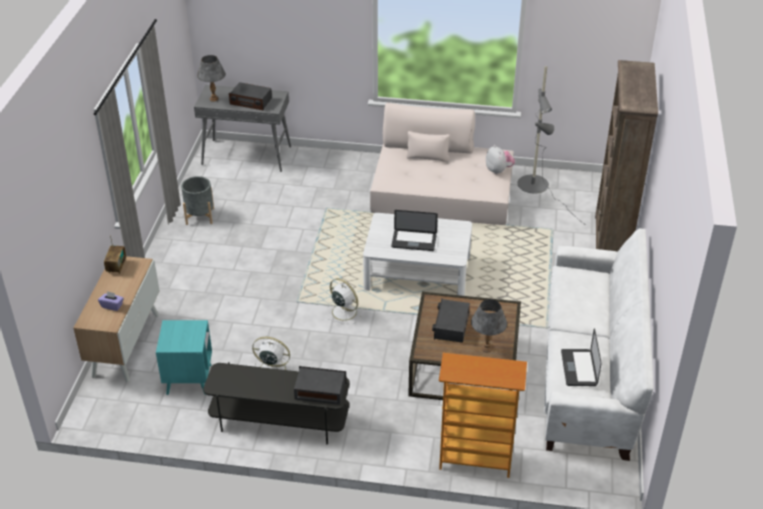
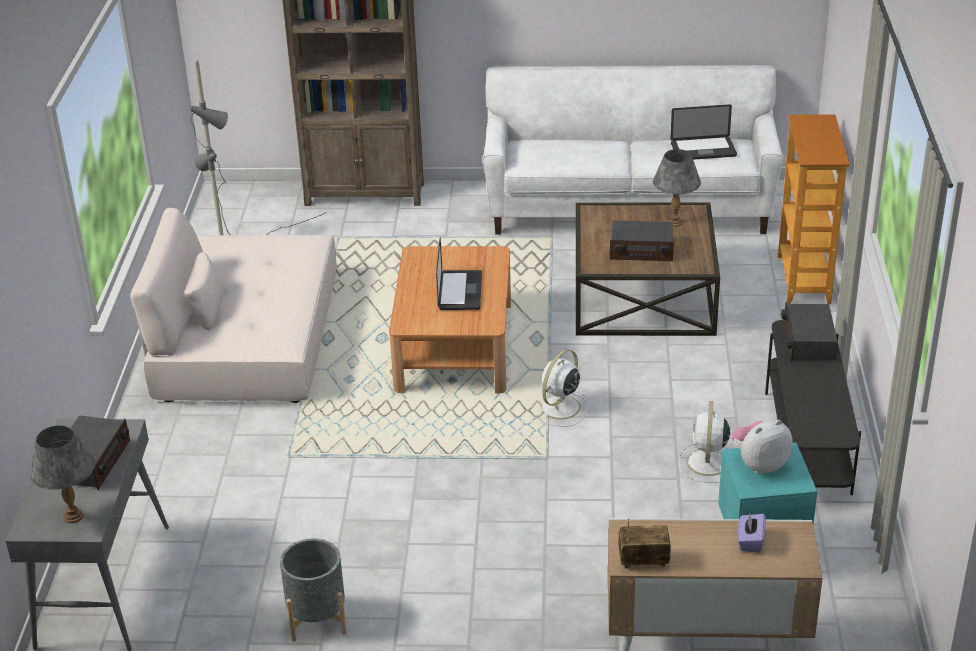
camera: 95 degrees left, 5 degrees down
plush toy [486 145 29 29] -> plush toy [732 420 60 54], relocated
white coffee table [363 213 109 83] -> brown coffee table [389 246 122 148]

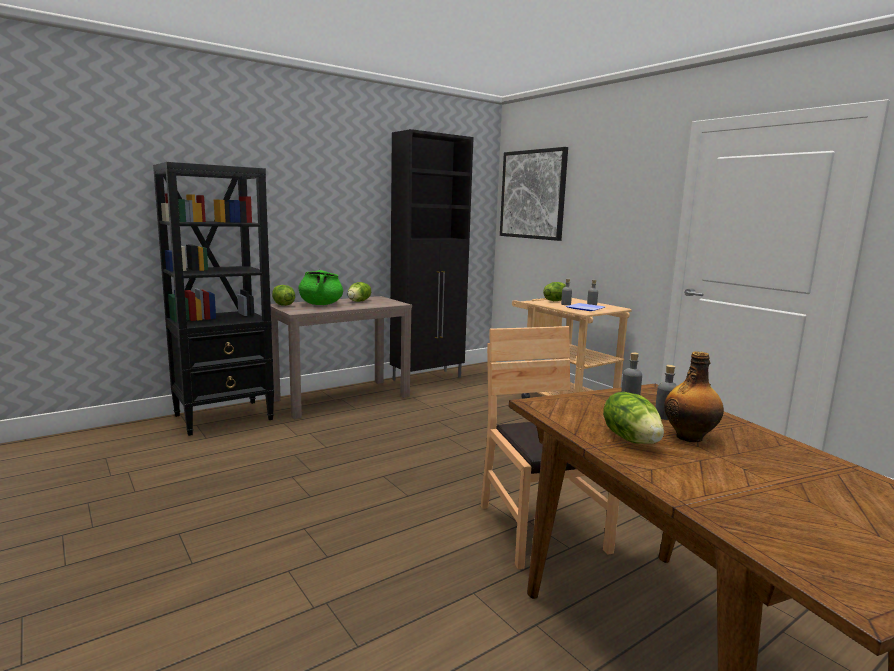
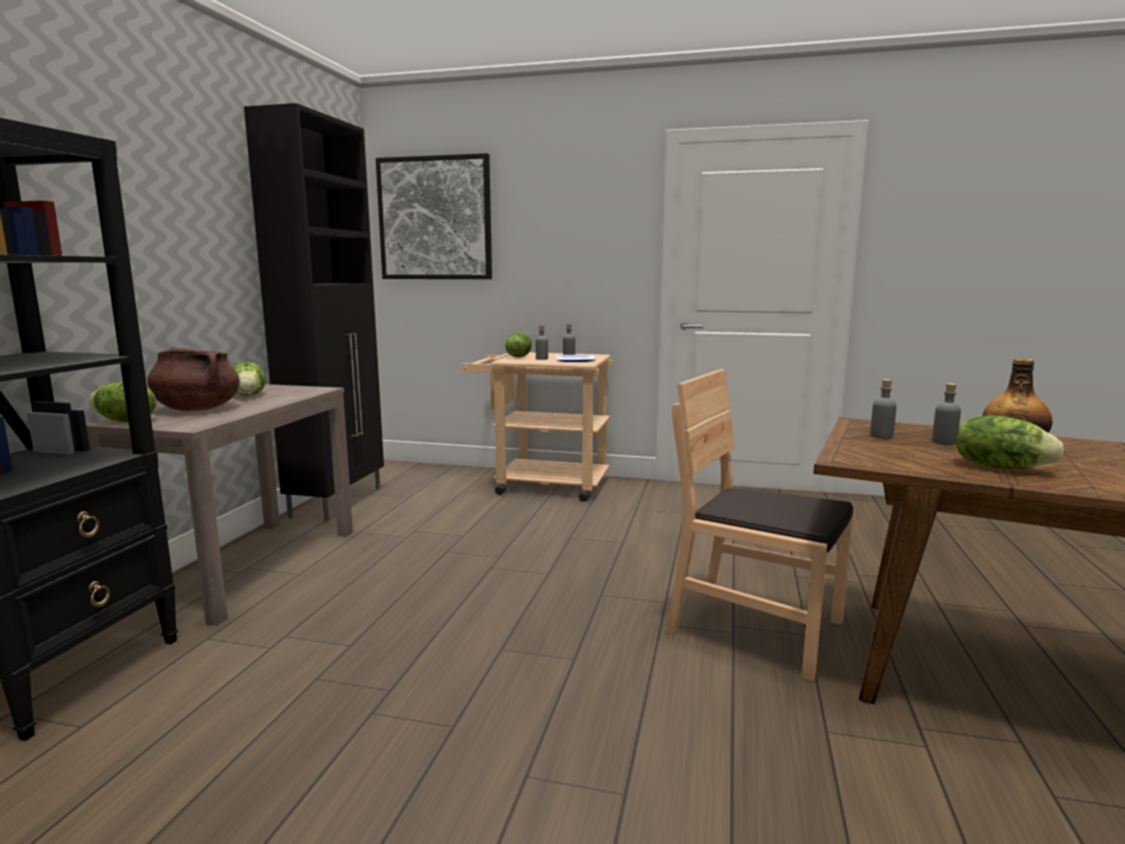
camera: 40 degrees left, 0 degrees up
green cooking pot [298 270 45 35] -> brown cooking pot [147 347 92 64]

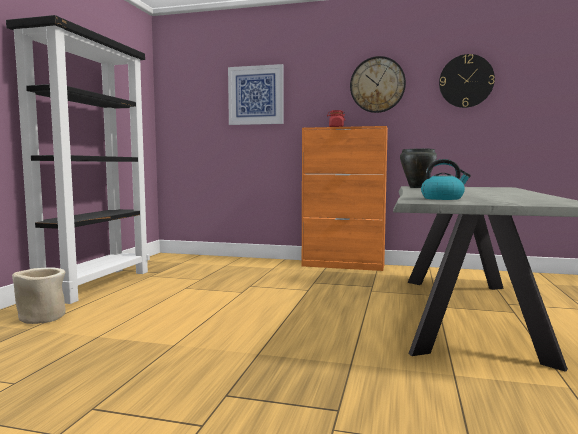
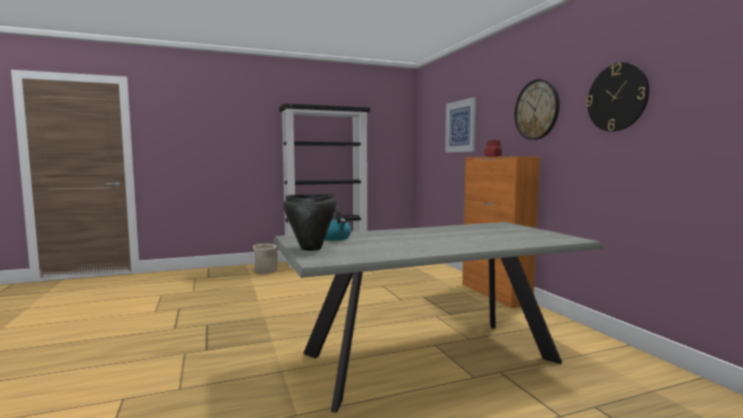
camera: 55 degrees right, 0 degrees up
black cooking pot [400 148 37 40] -> black cooking pot [283 193 54 58], relocated

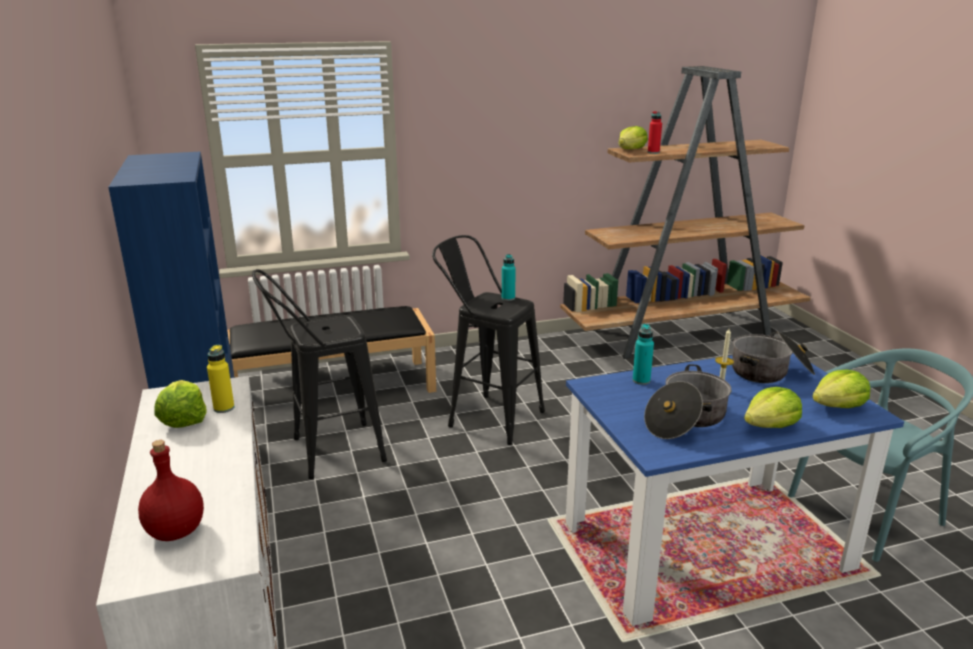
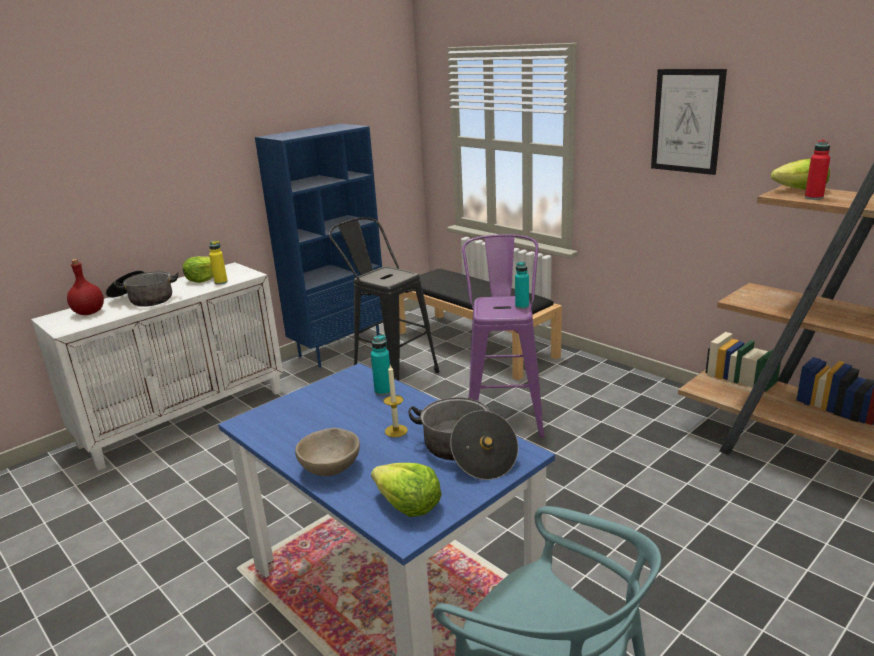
camera: 65 degrees right, 0 degrees up
black stool [432 235 113 210] -> purple stool [462 234 83 204]
cooking pot [644 364 87 75] -> cooking pot [106 270 73 37], relocated
lettuce [744 387 58 41] -> beige bowl [295 428 65 48]
none -> picture [651 69 76 106]

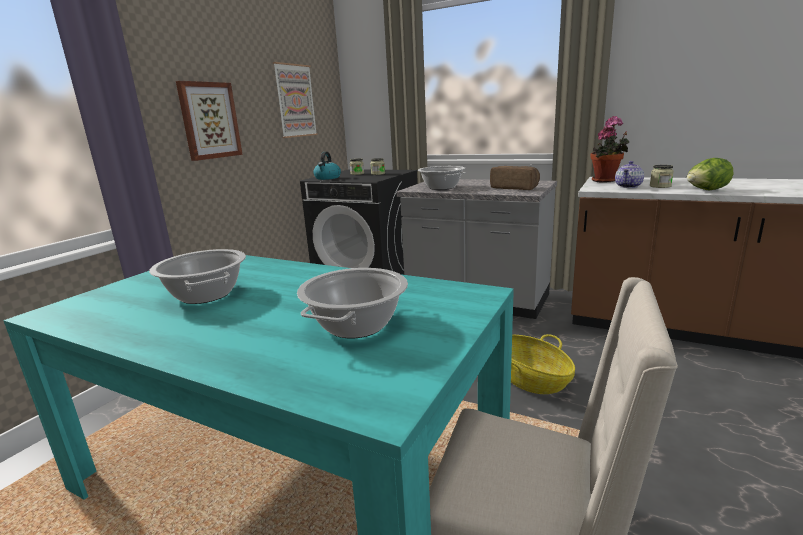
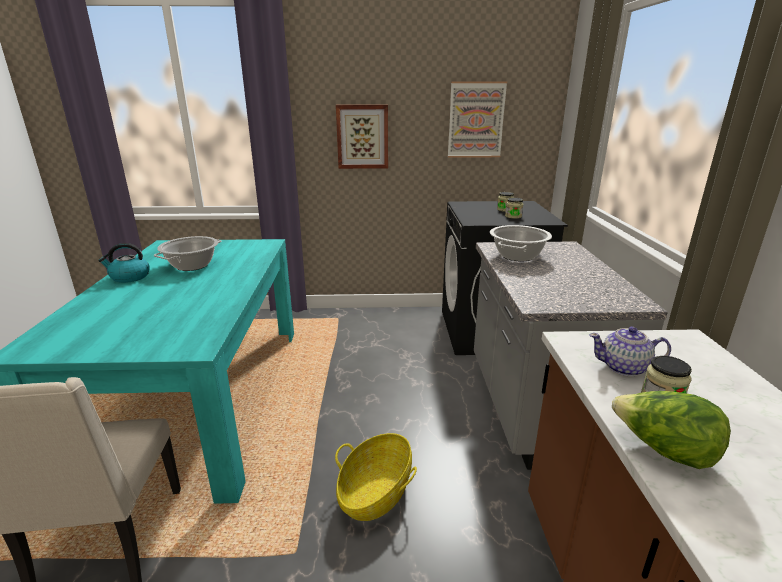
camera: 60 degrees right, 5 degrees up
potted plant [591 116 38 66] -> none
kettle [313 152 28 28] -> kettle [98 243 51 40], relocated
bread [490 166 50 24] -> none
cooking pot [297 268 111 70] -> none

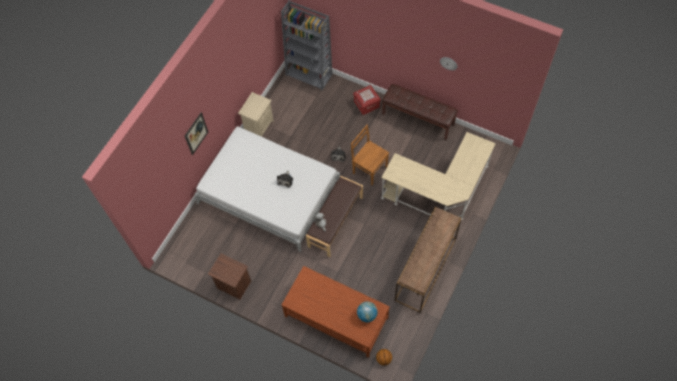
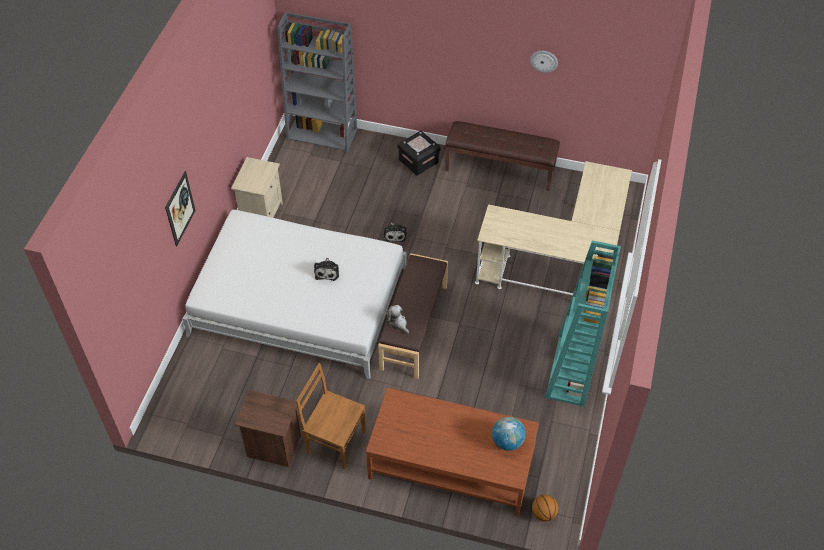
camera: 15 degrees left, 10 degrees down
red storage box [353 85 28 30] -> black storage box [398 131 43 45]
brown chair [351 125 38 60] -> brown chair [296 363 69 106], relocated
brown console table [395 207 67 106] -> turquoise bookcase [544 240 77 167]

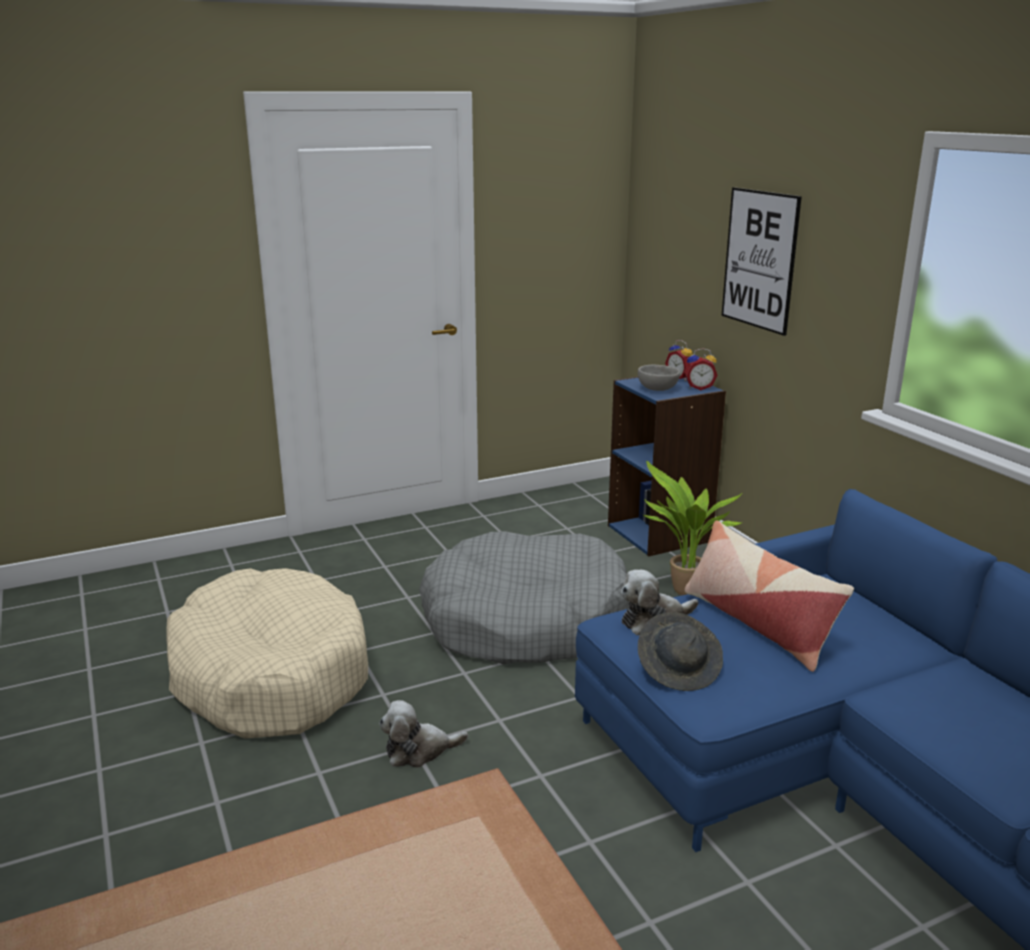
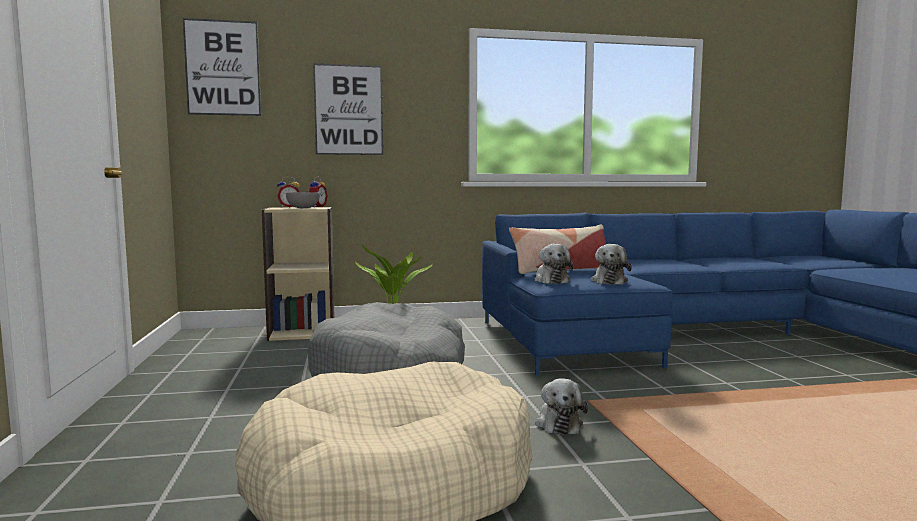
camera: 75 degrees left, 15 degrees down
blue bookcase [608 377 118 179] -> beige bookcase [262 207 73 134]
grey hat [638 612 85 79] -> plush toy [591 244 41 41]
none -> picture [183 18 78 98]

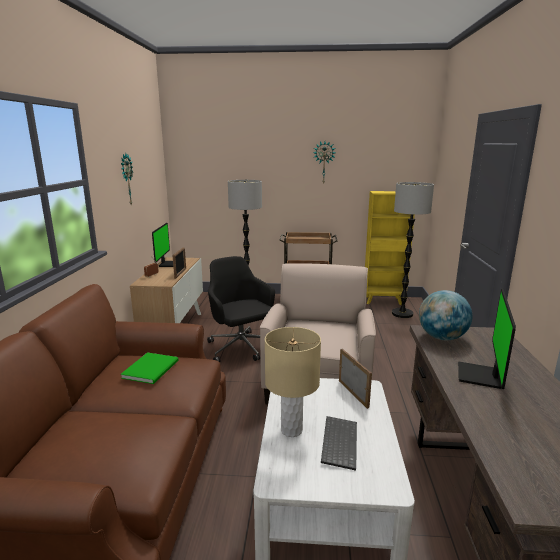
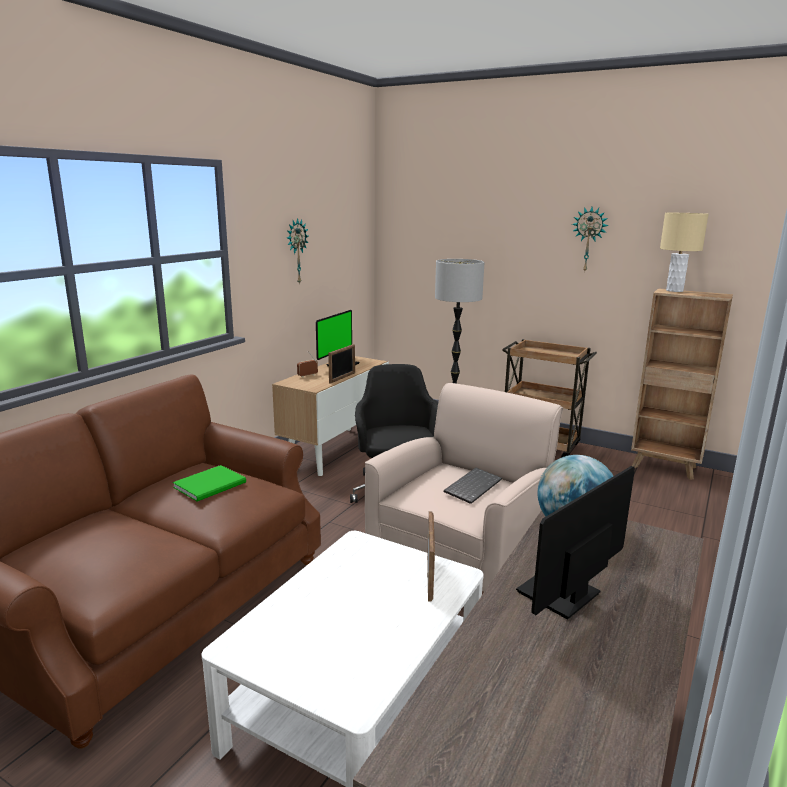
camera: 25 degrees right, 0 degrees up
floor lamp [392 182 42 136] -> none
yellow bookcase [365 191 50 114] -> brown bookcase [631 288 102 192]
beige table lamp [265 327 56 110] -> beige table lamp [660 213 49 79], relocated
keyboard [321 416 36 55] -> keyboard [444 468 58 36], relocated

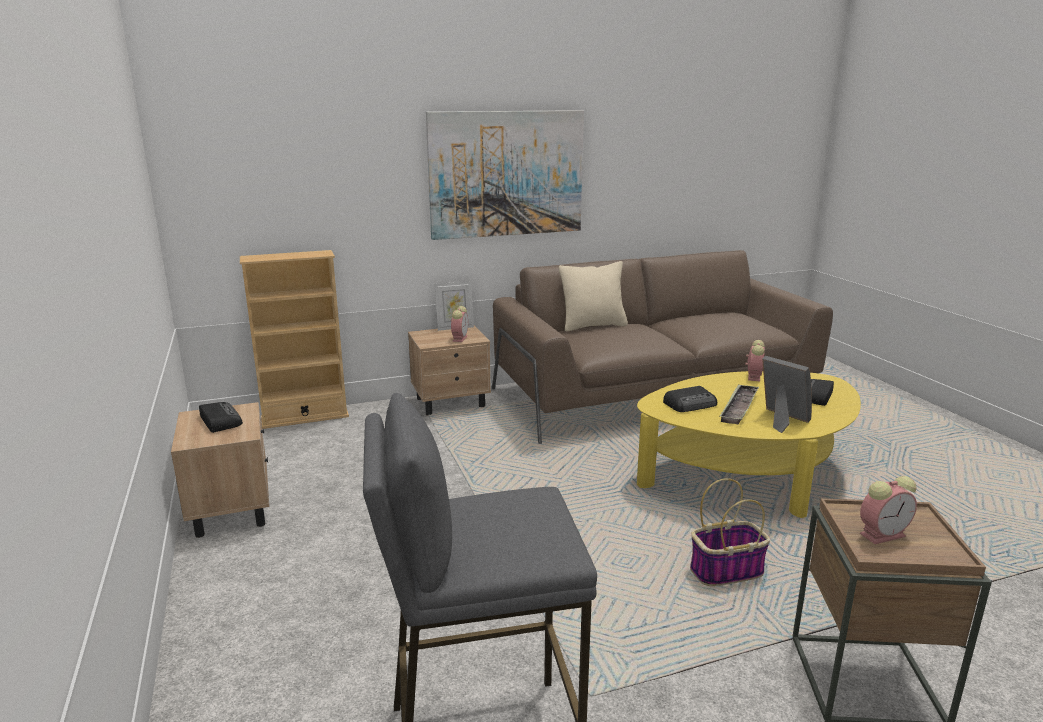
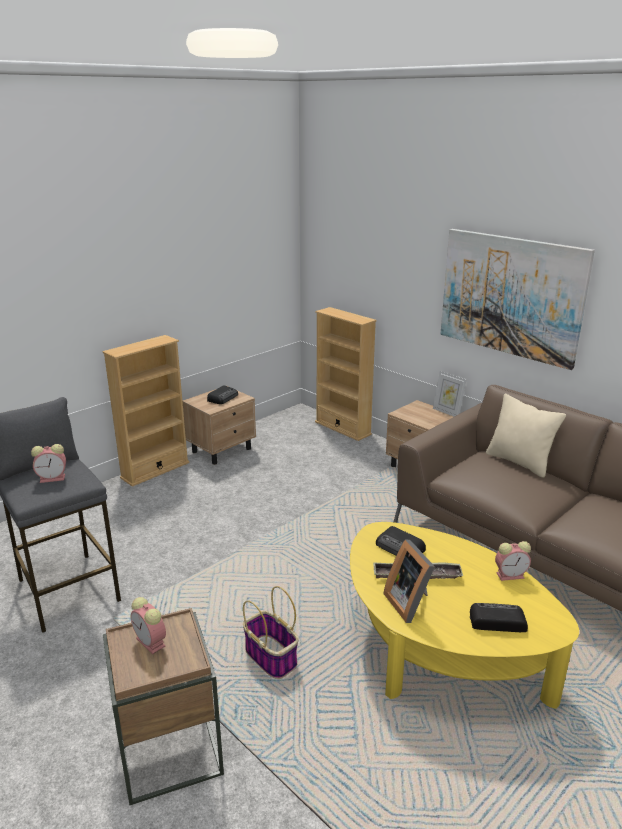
camera: 65 degrees right, 5 degrees up
alarm clock [451 306 17 36] -> alarm clock [31 444 35 39], relocated
picture frame [762 356 50 77] -> picture frame [383 539 52 84], 135 degrees clockwise
none -> beige bookcase [102 335 88 152]

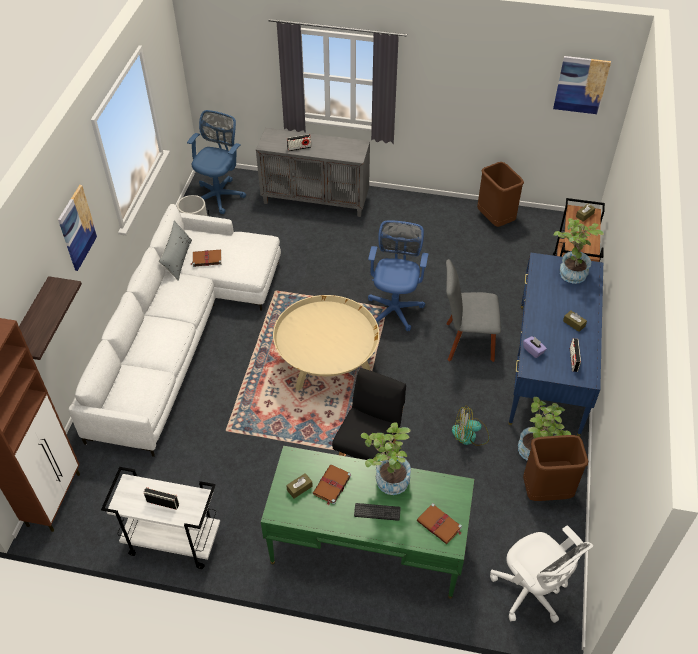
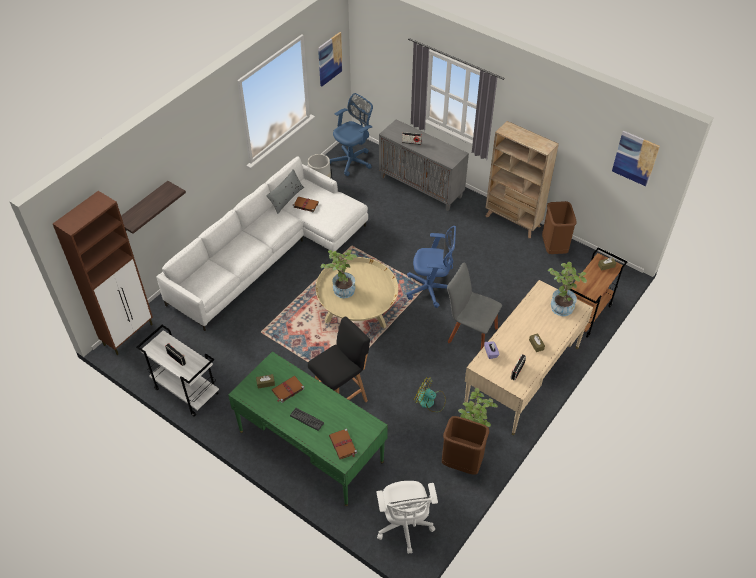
camera: 25 degrees right, 0 degrees up
picture [58 185 39 86] -> picture [318 32 25 55], relocated
blue office chair [368 220 60 111] -> blue office chair [407 226 49 82], 60 degrees clockwise
blue desk [508 252 95 185] -> beige desk [465 280 128 155]
potted plant [361 422 50 73] -> potted plant [321 250 36 48], relocated
none -> beige bookcase [486 121 73 117]

